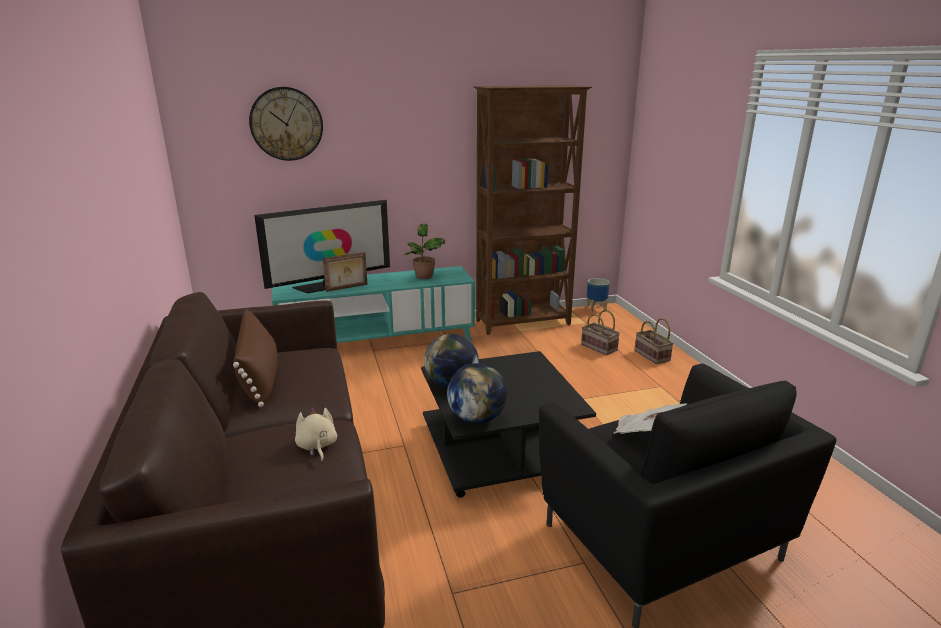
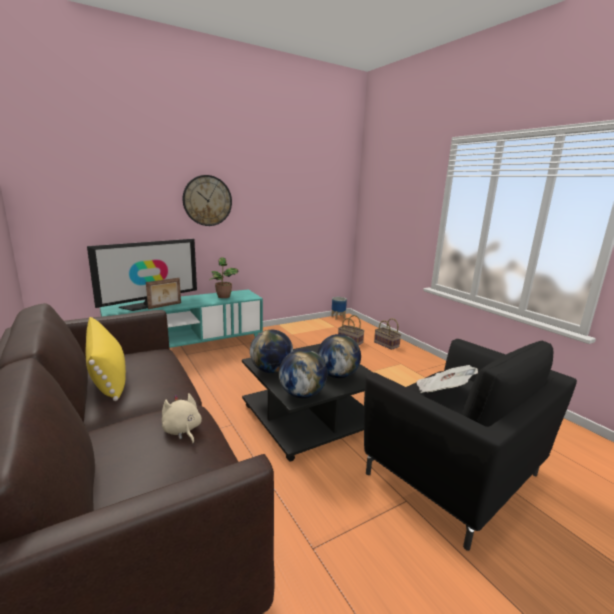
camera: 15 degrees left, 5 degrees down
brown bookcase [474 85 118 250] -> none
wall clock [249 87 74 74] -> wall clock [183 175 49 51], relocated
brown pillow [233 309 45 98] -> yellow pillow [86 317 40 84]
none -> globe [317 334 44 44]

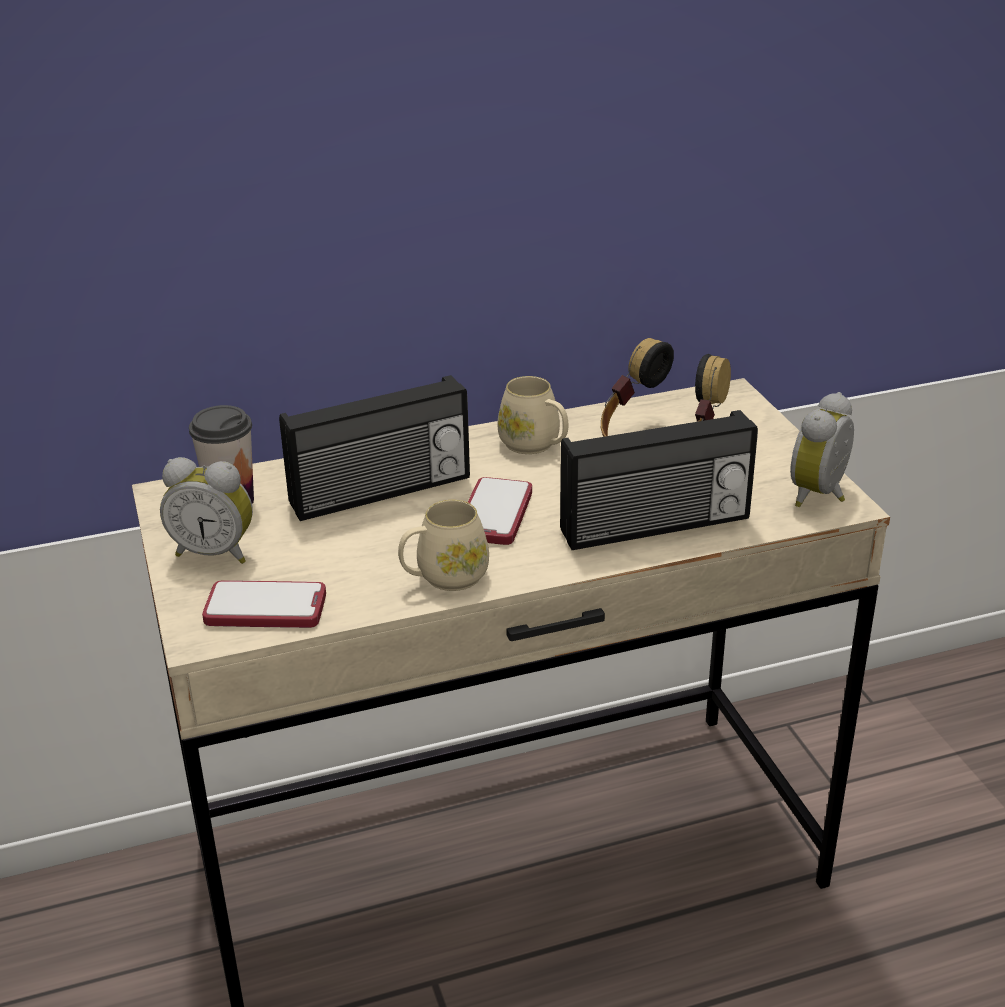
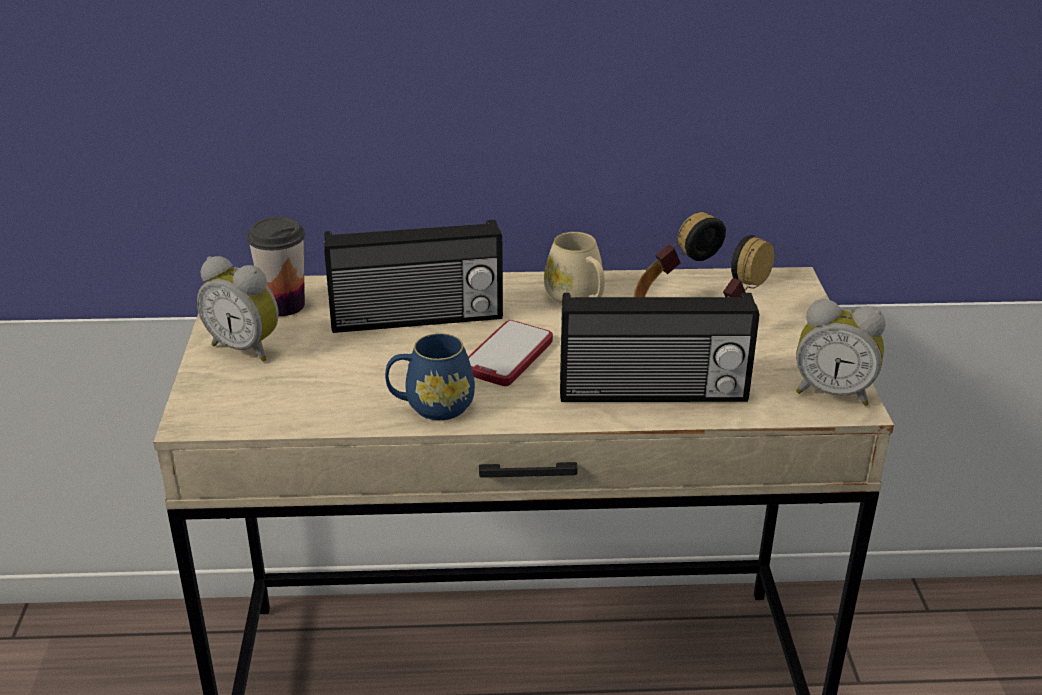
camera: 15 degrees right, 0 degrees up
alarm clock [790 392 64 115] -> alarm clock [796 299 90 107], 120 degrees counterclockwise
beige mug [398 500 91 91] -> blue mug [385 333 90 87]
phone [202 580 124 48] -> none

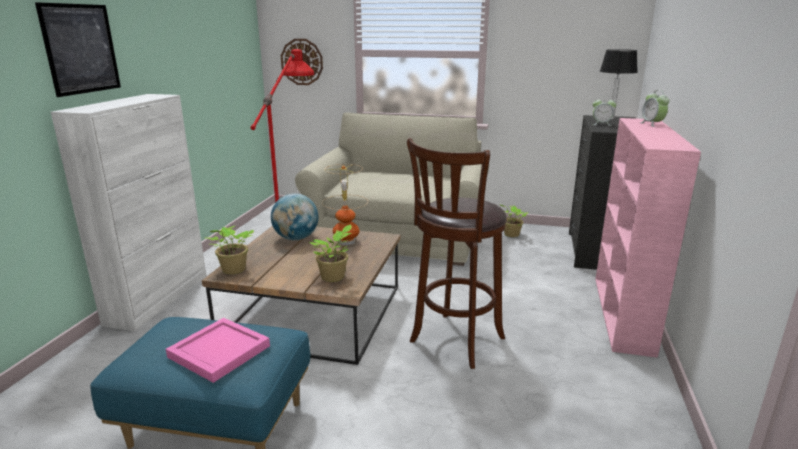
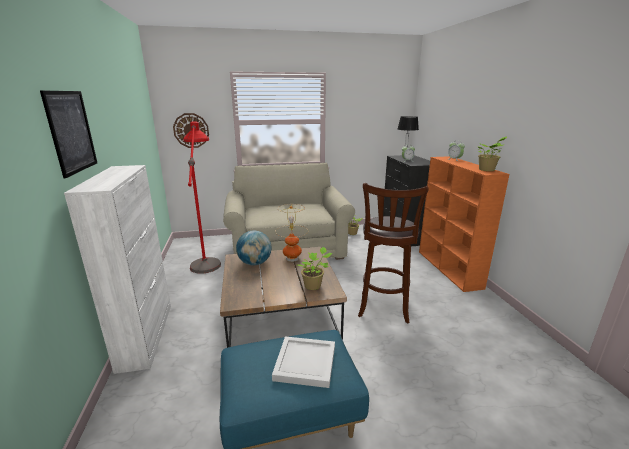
camera: 25 degrees left, 0 degrees up
pink bookcase [595 118 106 240] -> orange bookcase [419 156 91 136]
potted plant [205 225 49 49] -> potted plant [478 136 29 35], relocated
pink tray [166 318 104 65] -> white tray [272 336 63 52]

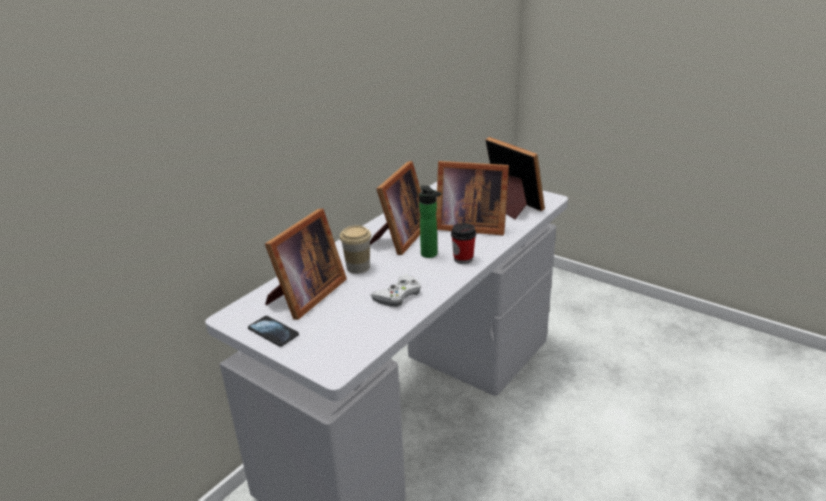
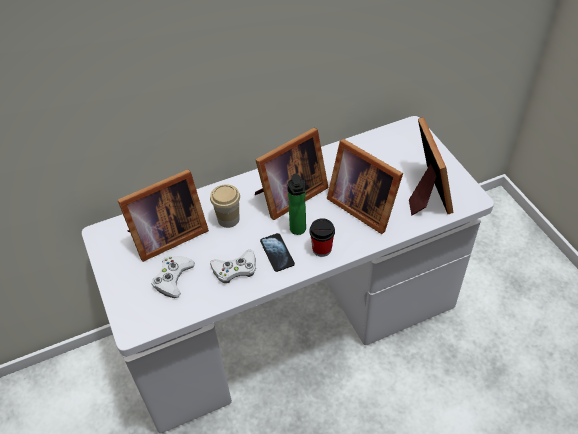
camera: 30 degrees right, 20 degrees up
phone [248 316 51 31] -> phone [260 233 35 39], relocated
none -> white game controller [152 256 43 42]

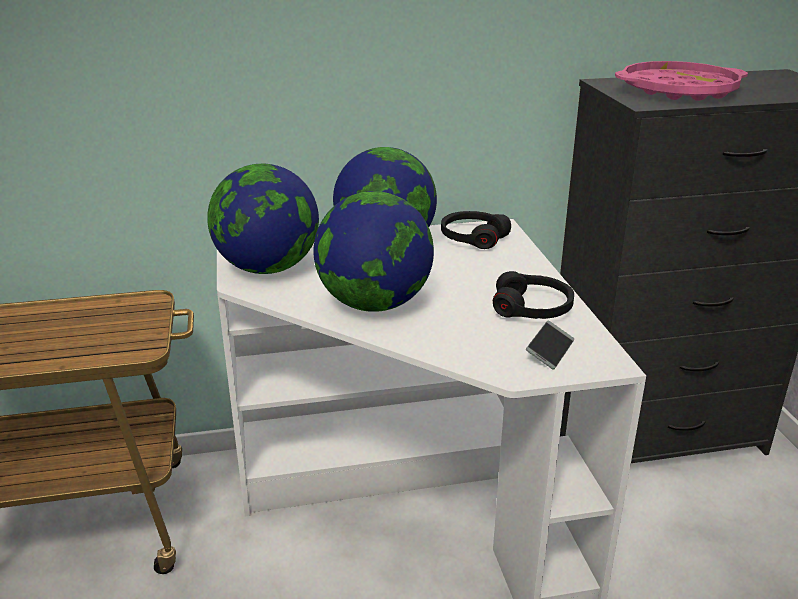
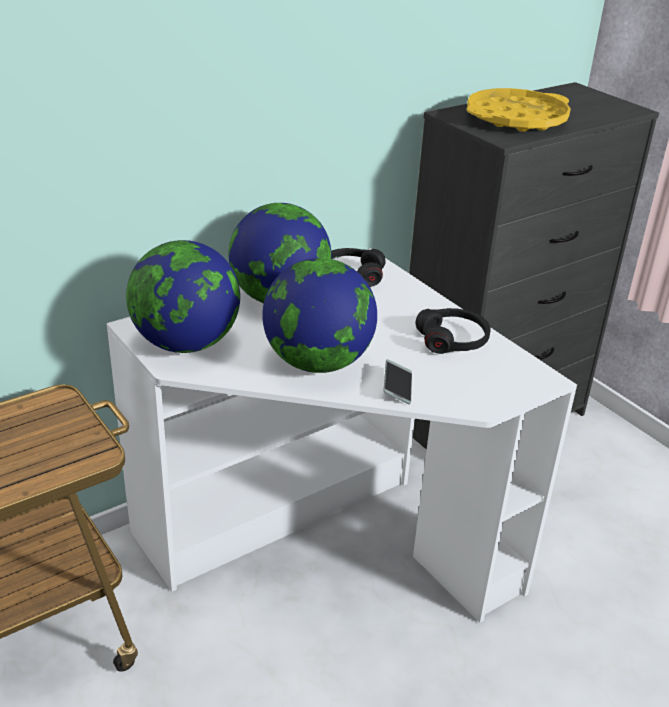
camera: 25 degrees left, 5 degrees up
pink tray [615 61 133 40] -> yellow tray [467 88 104 44]
phone [526 320 48 50] -> phone [384 359 28 46], relocated

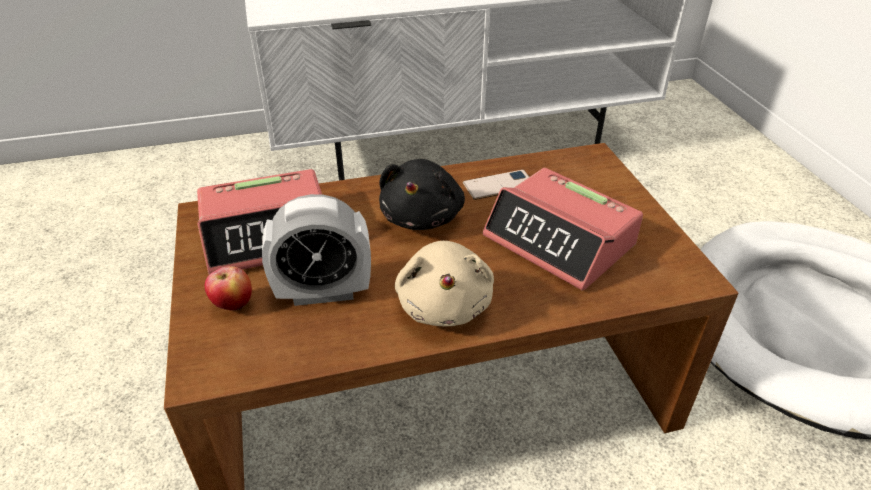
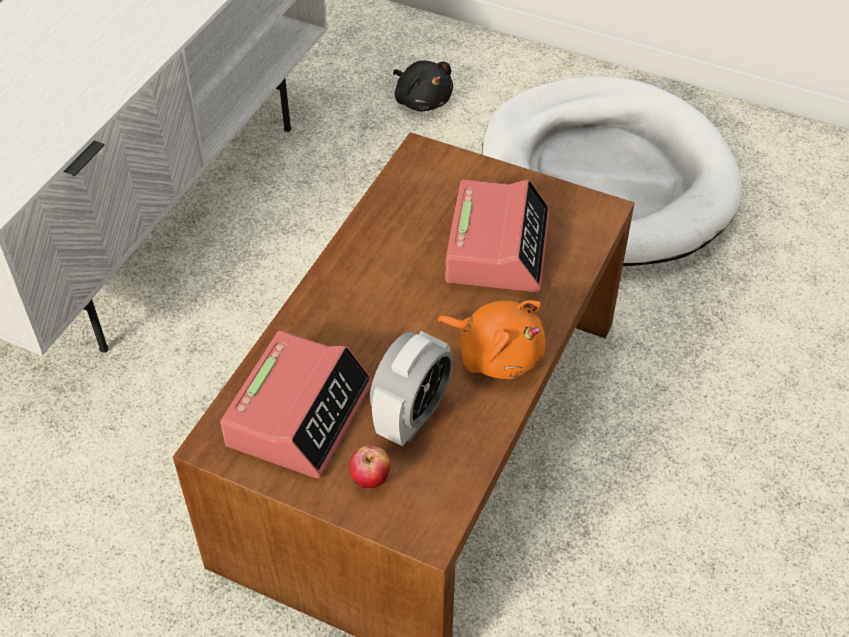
camera: 50 degrees left, 10 degrees up
black plush toy [379 159 86 71] -> black plush toy [393 60 60 52], relocated
alarm clock [483 168 160 123] -> alarm clock [445 179 105 113], 75 degrees counterclockwise
phone [463 170 66 30] -> none
beige plush toy [395 241 99 85] -> orange plush toy [437 300 108 79]

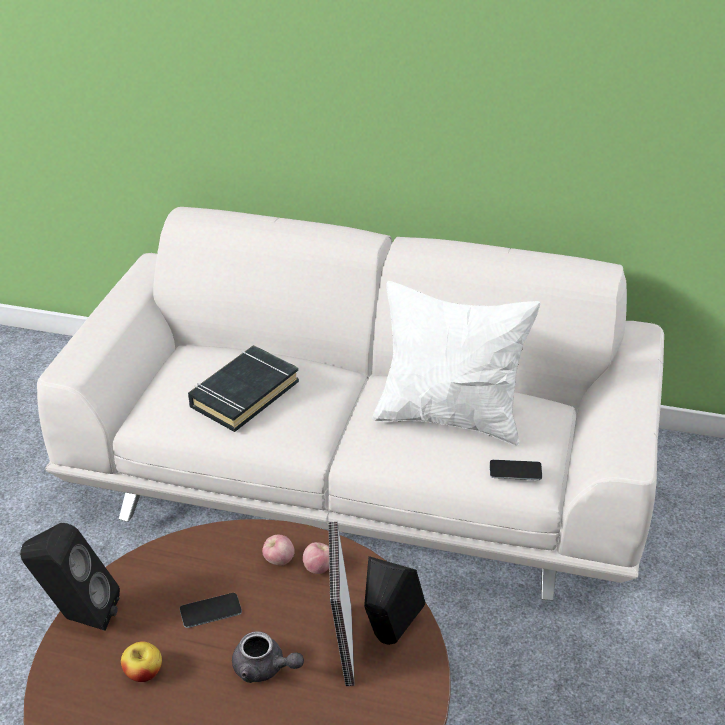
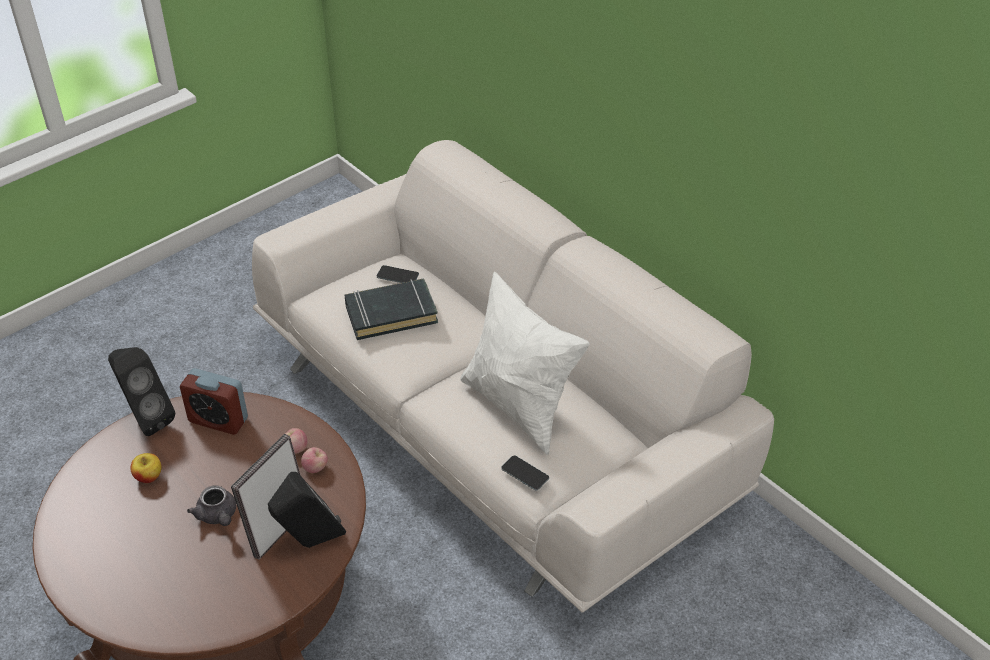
camera: 35 degrees right, 5 degrees up
phone [180 593 62 35] -> phone [377 265 42 18], relocated
none -> alarm clock [180 368 68 67]

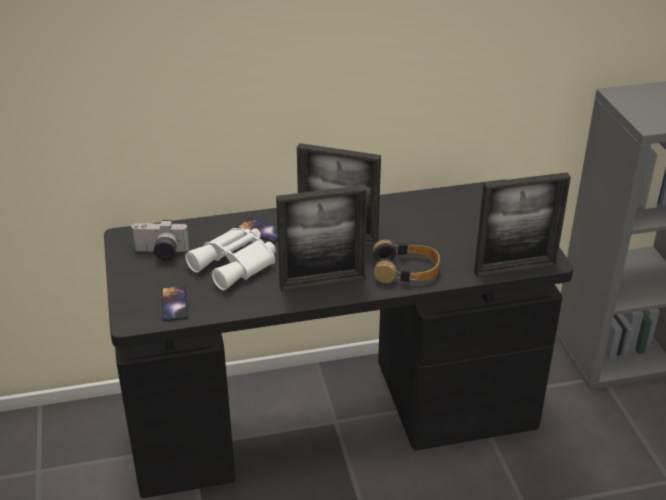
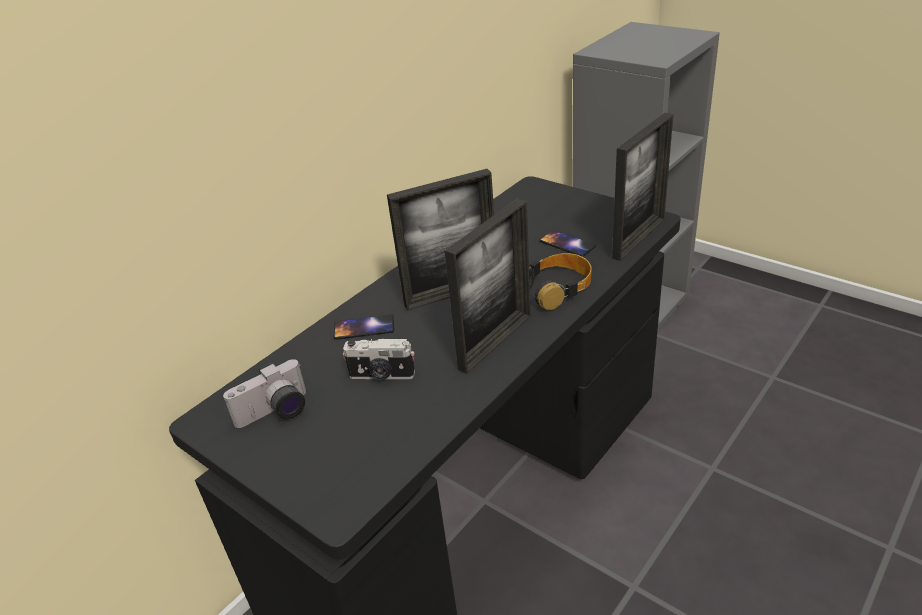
camera: 35 degrees left, 0 degrees up
white binoculars [185 228 91 62] -> photo camera [343 338 72 42]
phone [162 286 26 35] -> phone [539 230 57 27], relocated

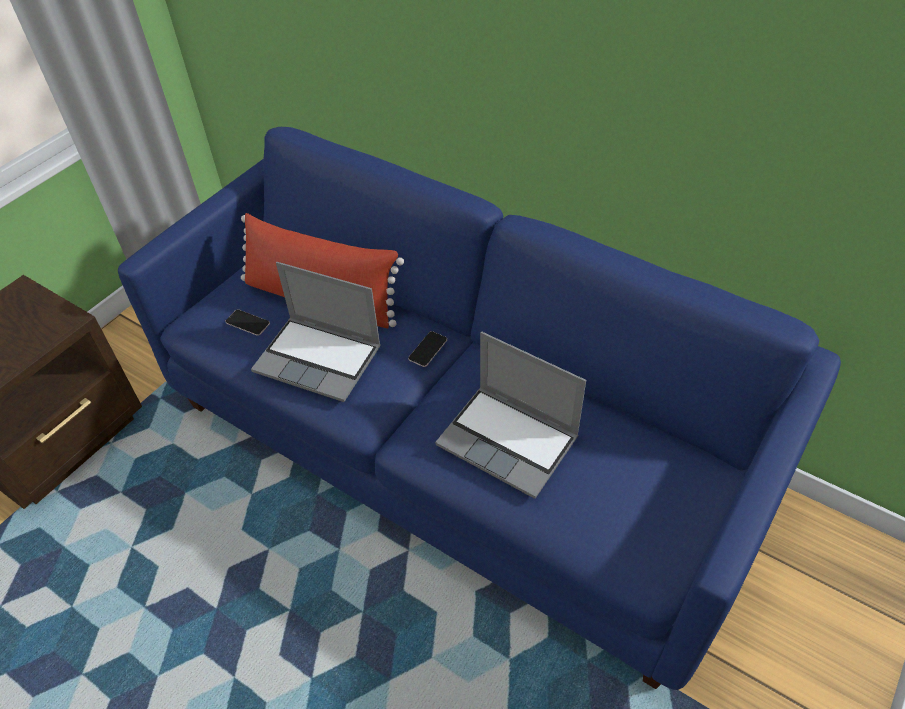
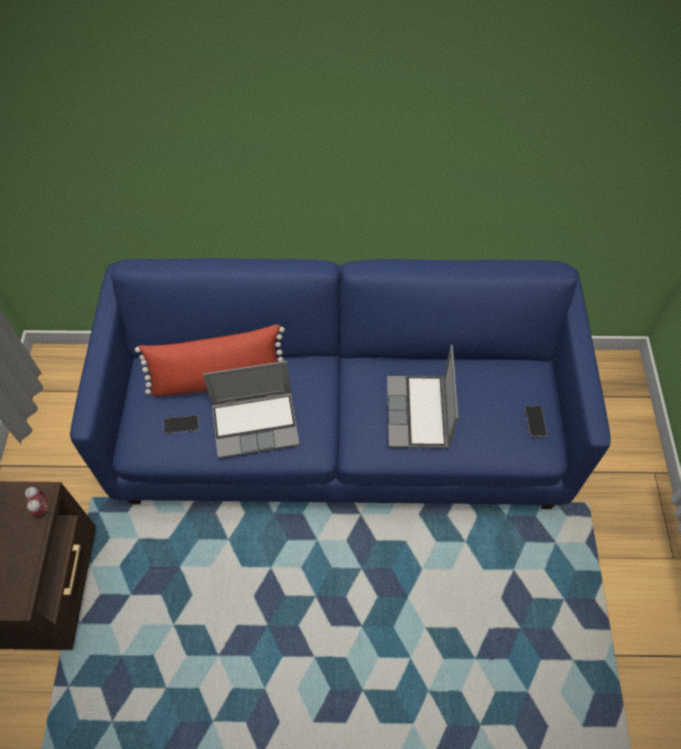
camera: 35 degrees left, 10 degrees up
phone [408 331 39 36] -> phone [525 406 22 31], relocated
laptop [435 332 151 167] -> laptop [387 345 71 103], 90 degrees clockwise
none -> alarm clock [25 487 23 31]

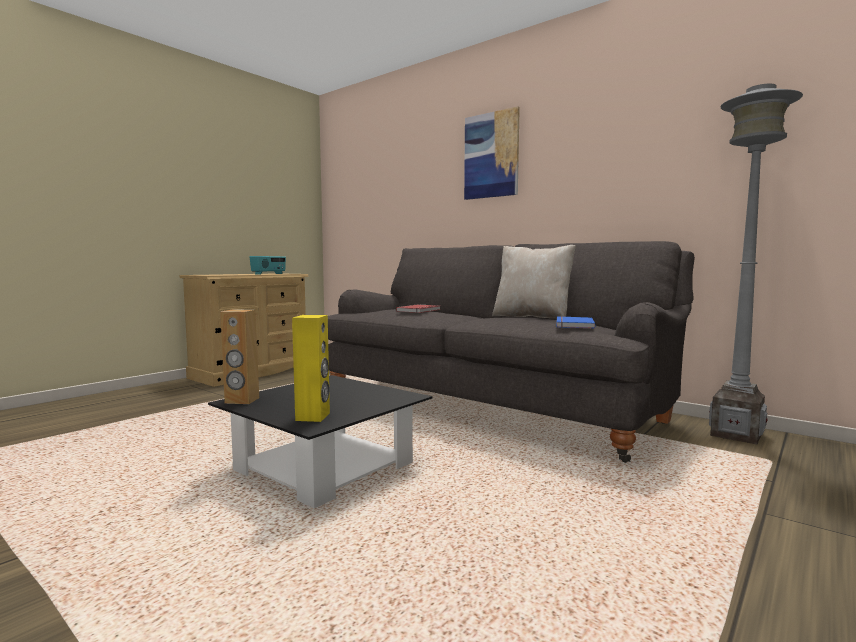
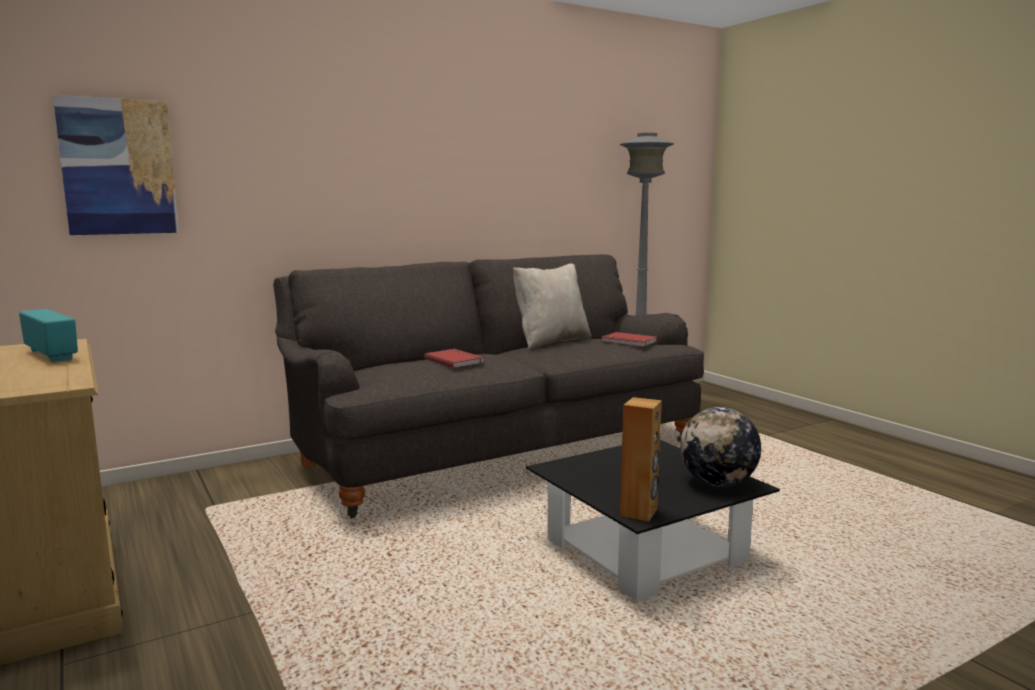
camera: 70 degrees left, 5 degrees up
picture [464 106 56 94] -> picture [53 95 126 140], relocated
yellow speaker [292 315 38 107] -> globe [680 407 81 80]
blue book [556 316 40 12] -> red book [601 332 56 15]

